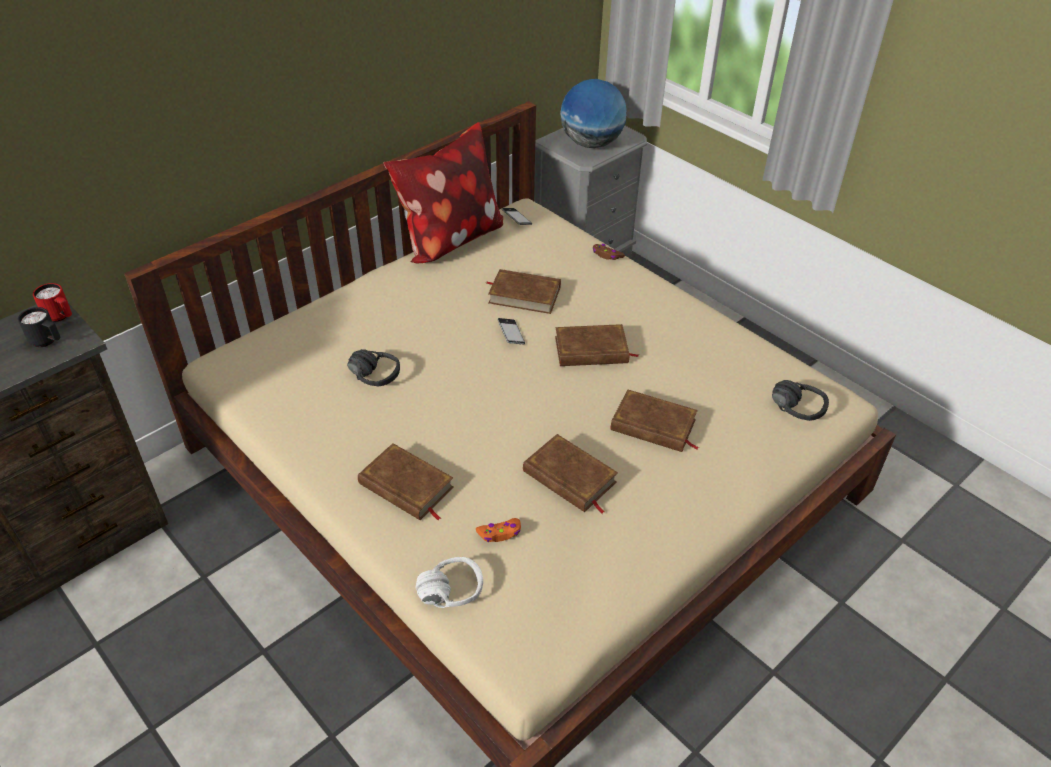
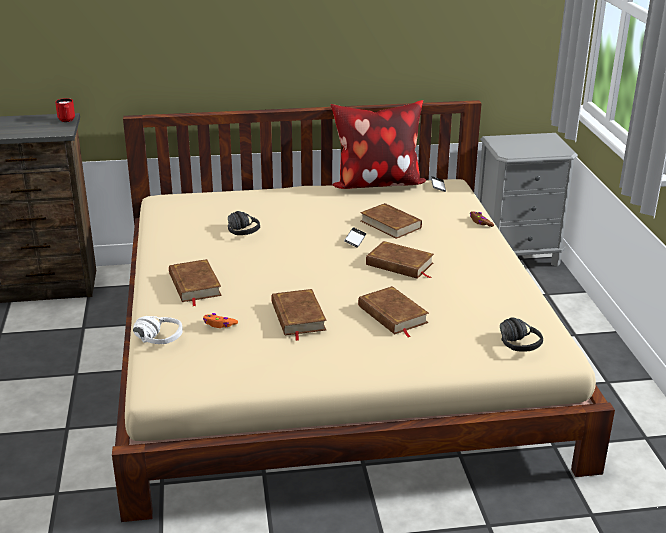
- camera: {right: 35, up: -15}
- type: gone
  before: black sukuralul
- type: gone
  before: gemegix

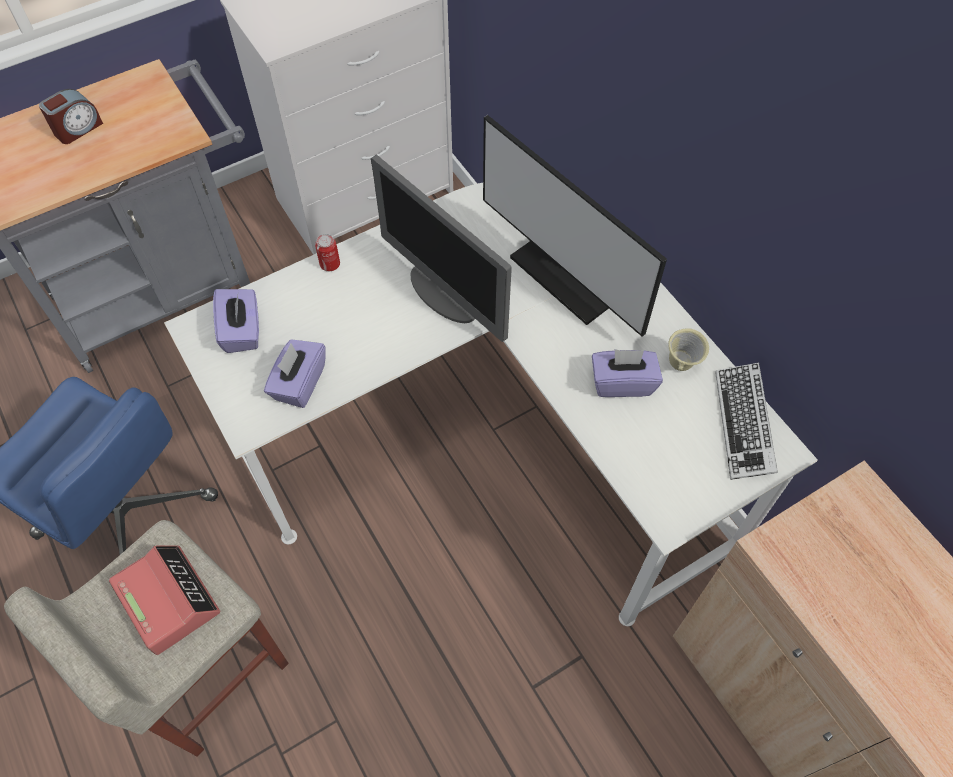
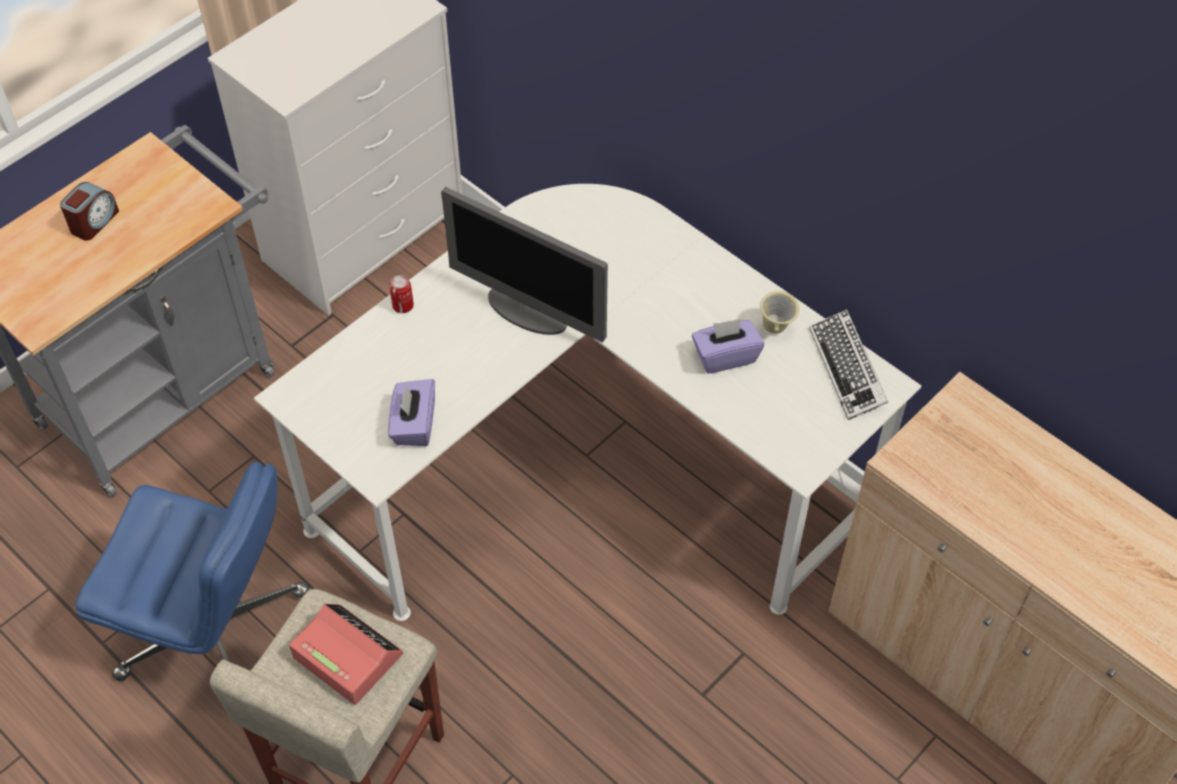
- camera: {right: -15, up: -5}
- type: gone
  before: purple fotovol (no. 1 from left)
- type: gone
  before: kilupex (no. 2 from left)

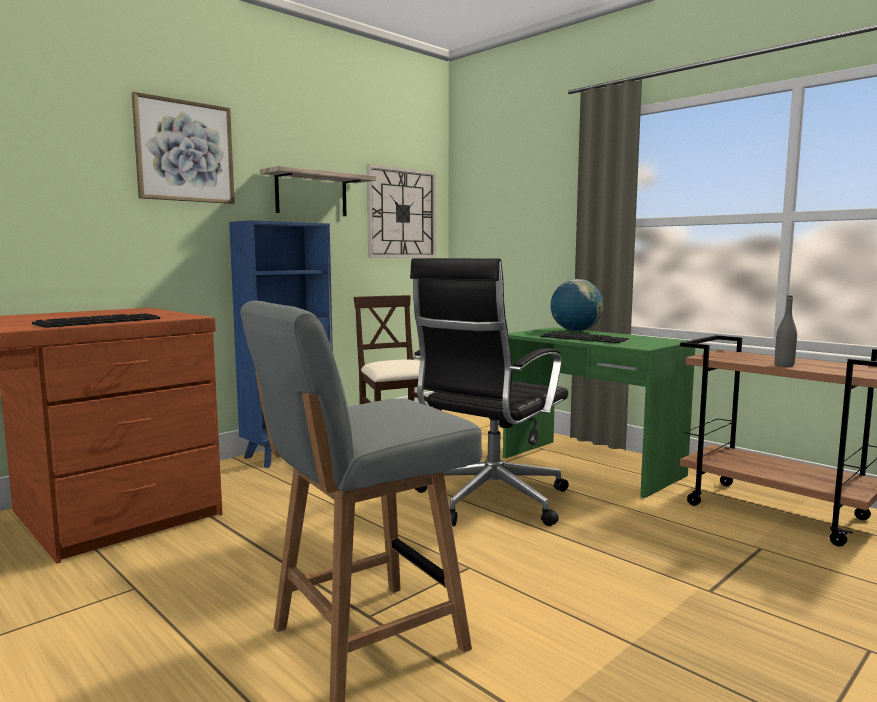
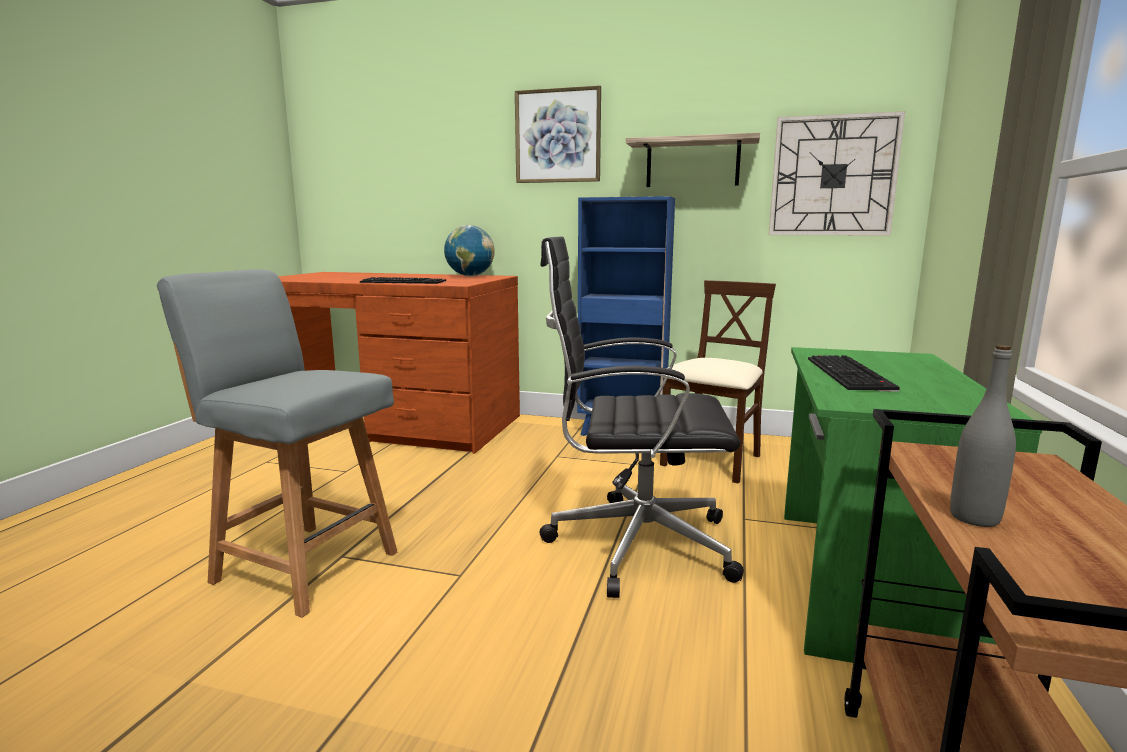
- camera: {right: 60, up: 5}
- type: shifted
  before: gemegix

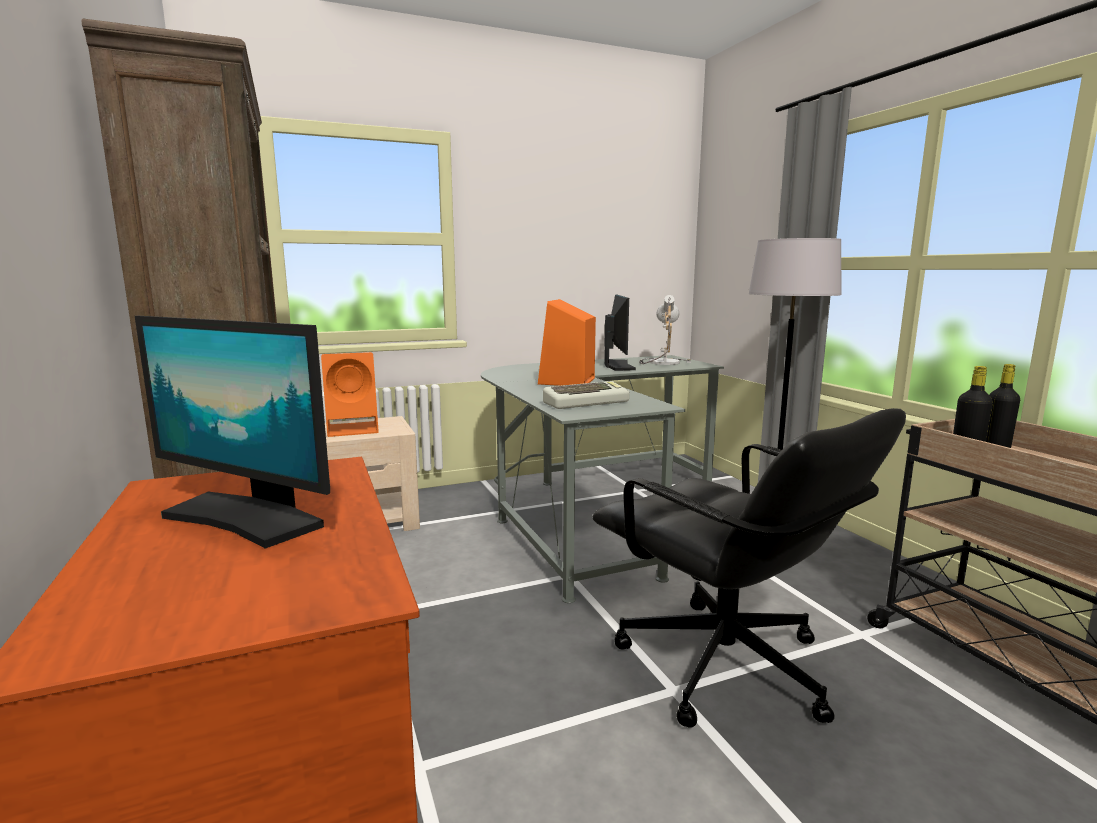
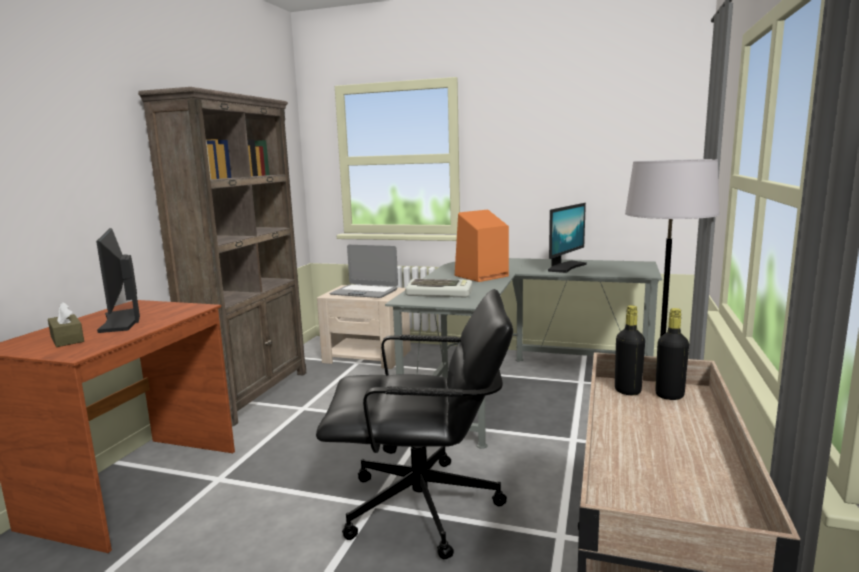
- camera: {right: 40, up: 0}
- type: swapped
  before: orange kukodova (no. 1 from left)
  after: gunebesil
- type: rotated
  before: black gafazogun
  turn: -90
- type: gone
  before: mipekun
- type: new
  after: brown fotovol

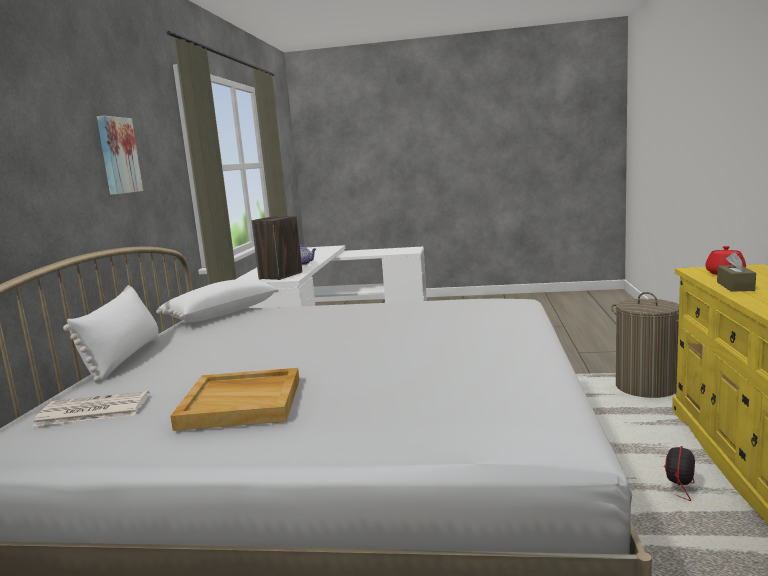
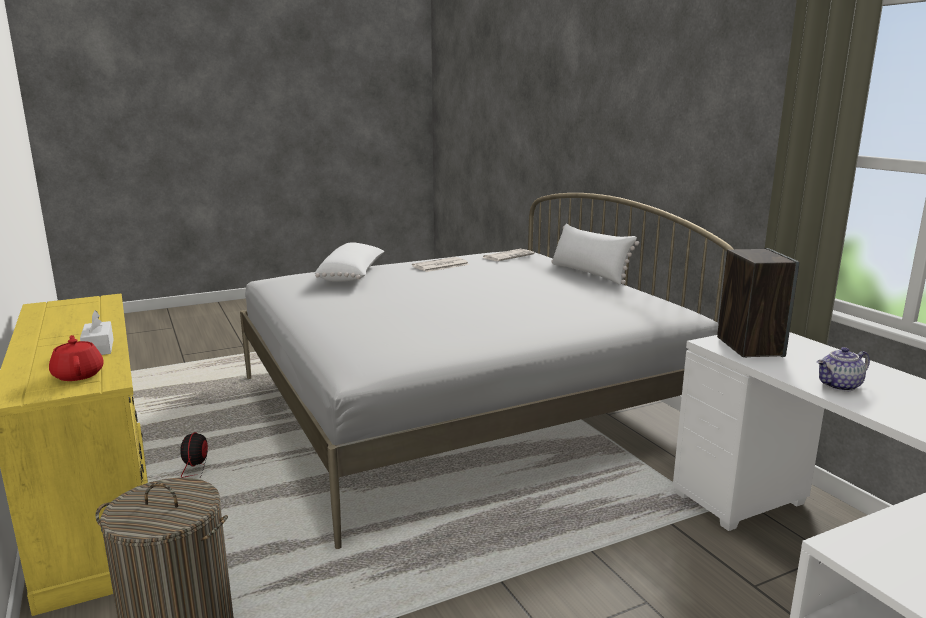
- camera: {right: 145, up: 5}
- type: gone
  before: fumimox
- type: shifted
  before: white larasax (no. 2 from left in the first image)
  after: white larasax (no. 1 from left)
- type: swapped
  before: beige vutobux
  after: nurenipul (no. 1 from left)
- type: repainted
  before: brown fotovol
  after: white fotovol

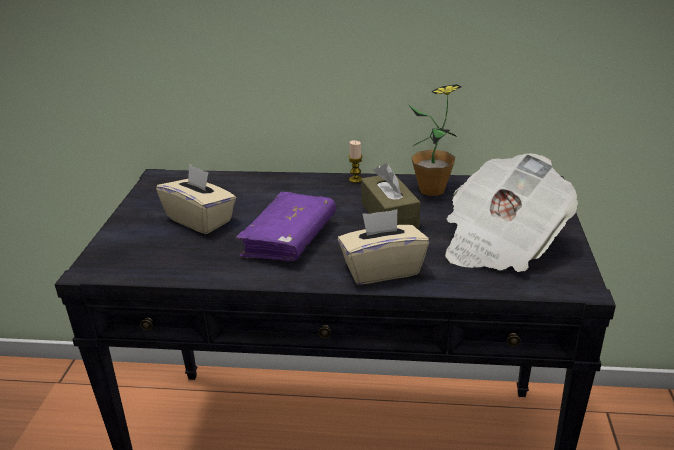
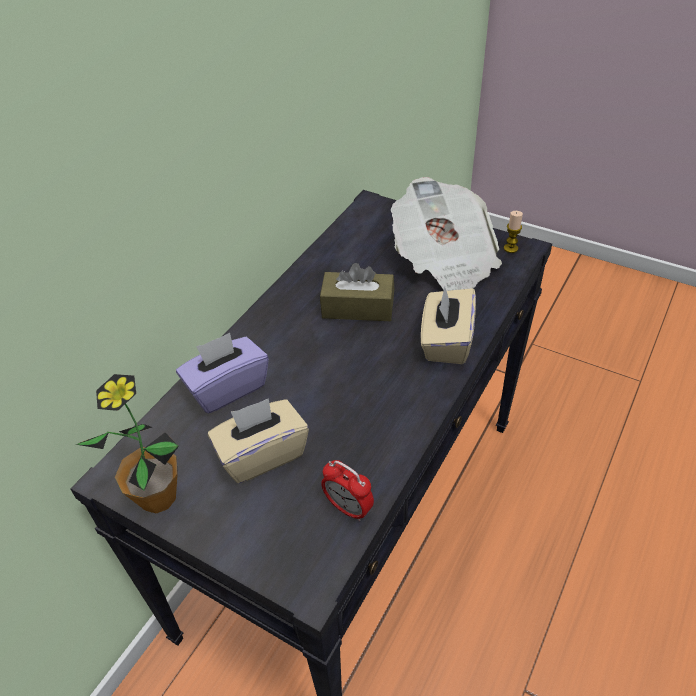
- camera: {right: -65, up: 15}
- type: gone
  before: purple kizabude
- type: shifted
  before: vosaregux
- type: shifted
  before: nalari
- type: new
  after: purple fotovol
- type: new
  after: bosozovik

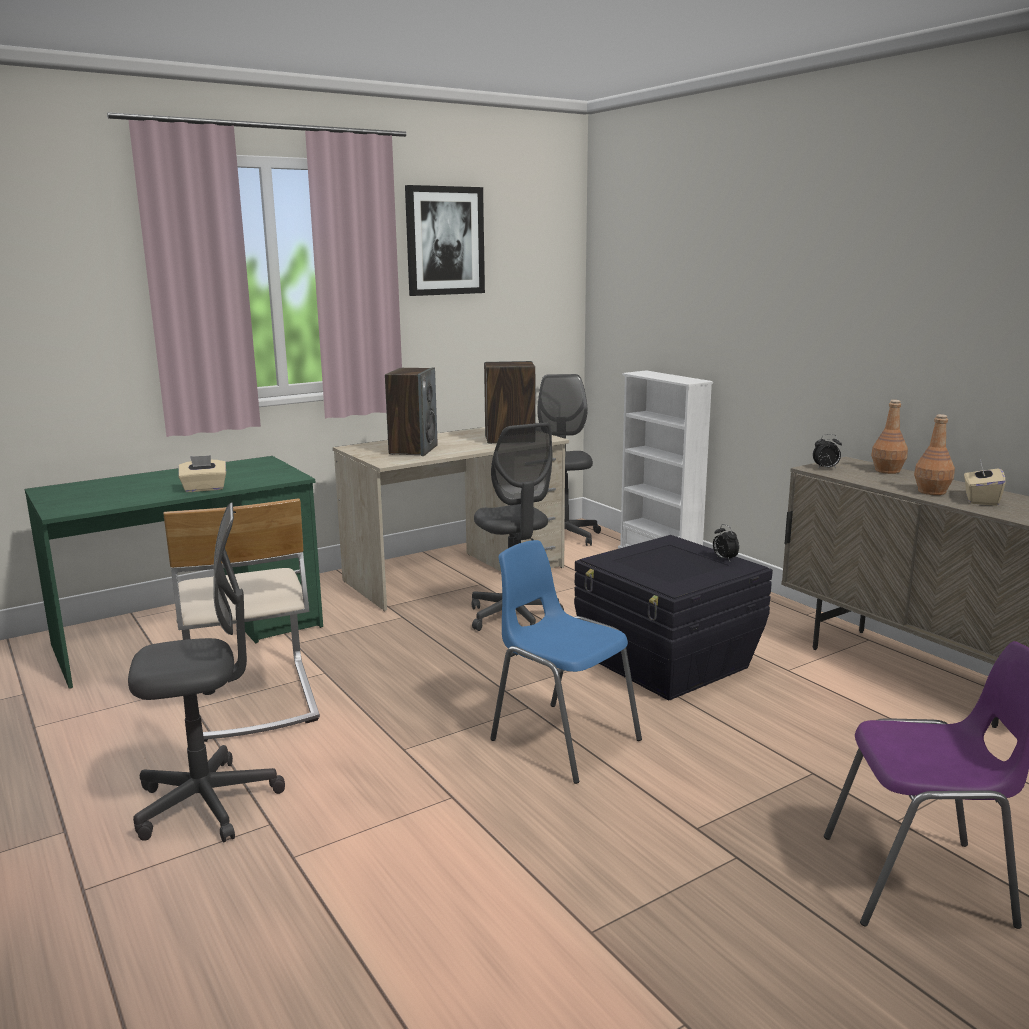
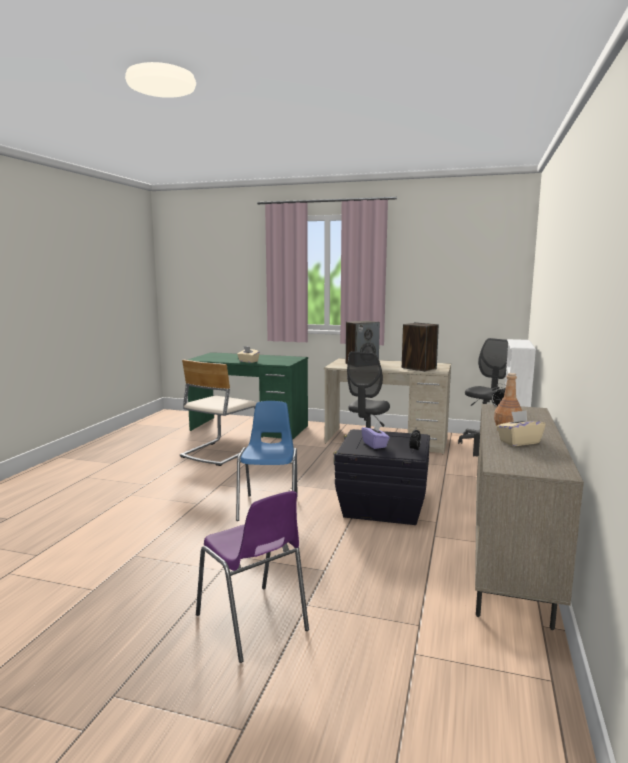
- camera: {right: 50, up: -5}
- type: gone
  before: grey gafazogun (no. 1 from left)
- type: gone
  before: fumimox
- type: gone
  before: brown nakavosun (no. 1 from left)
- type: new
  after: purple fotovol

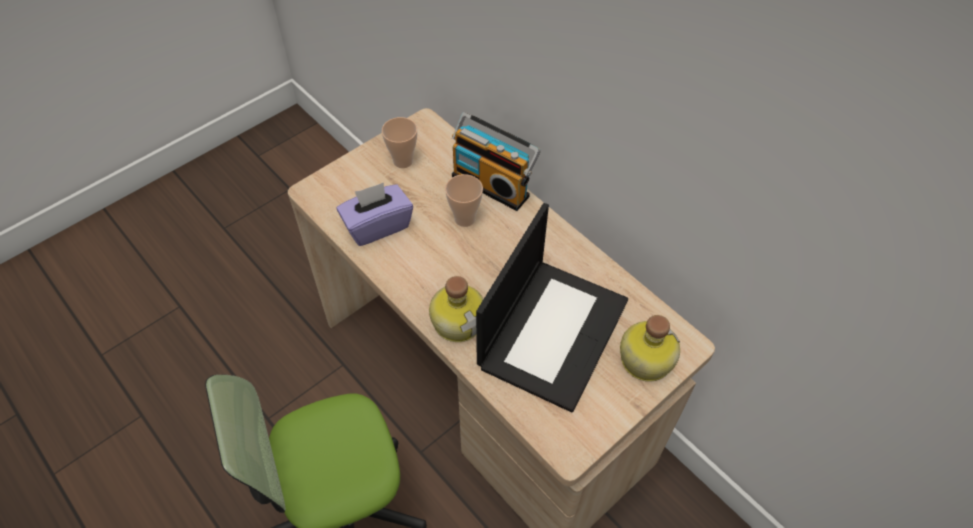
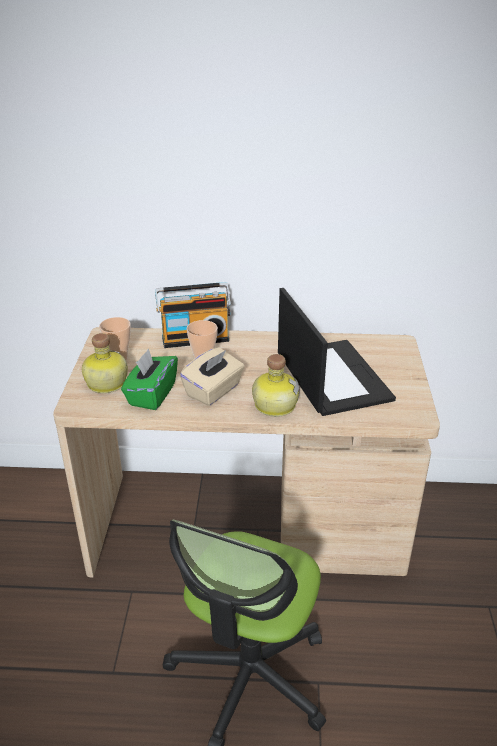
- camera: {right: -45, up: -20}
- type: repainted
  before: purple fotovol
  after: green fotovol
- type: shifted
  before: nakavosun (no. 2 from left in the first image)
  after: nakavosun (no. 1 from left)
- type: new
  after: beige fotovol

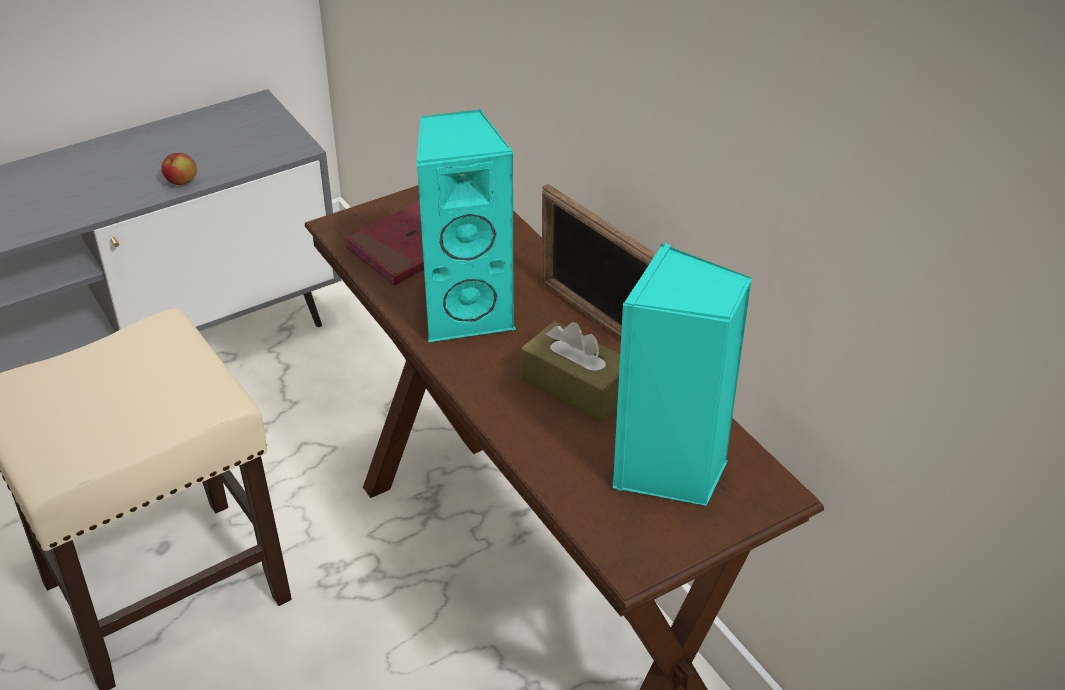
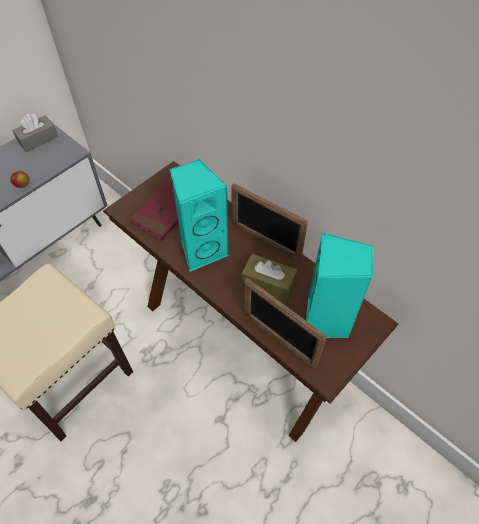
- camera: {right: -15, up: 15}
- type: new
  after: grey fotovol
- type: new
  after: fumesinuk (no. 2 from left)

